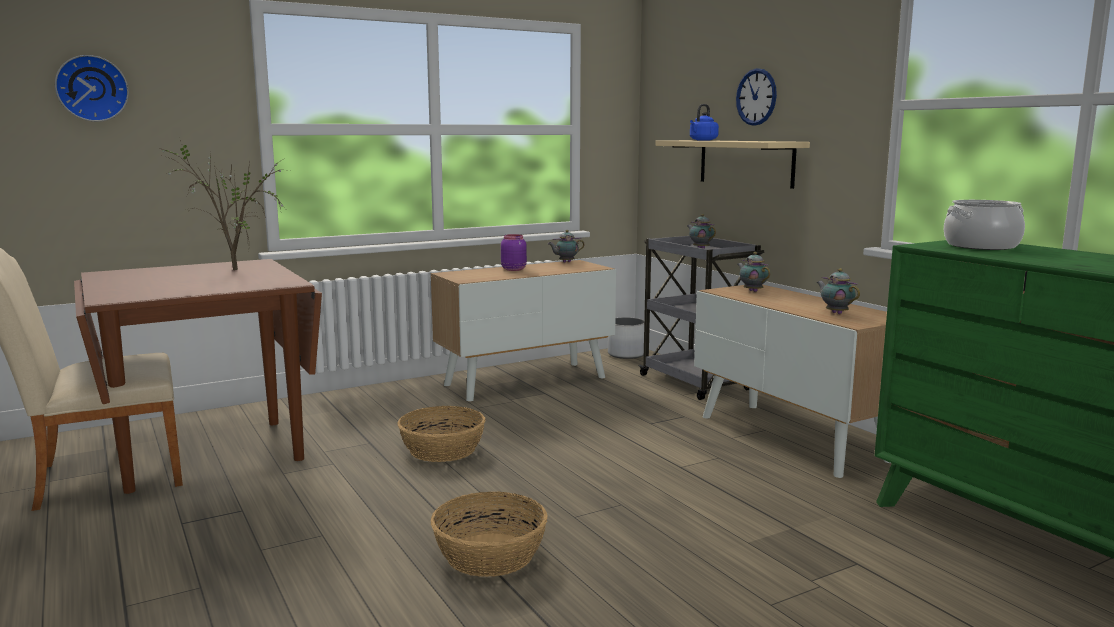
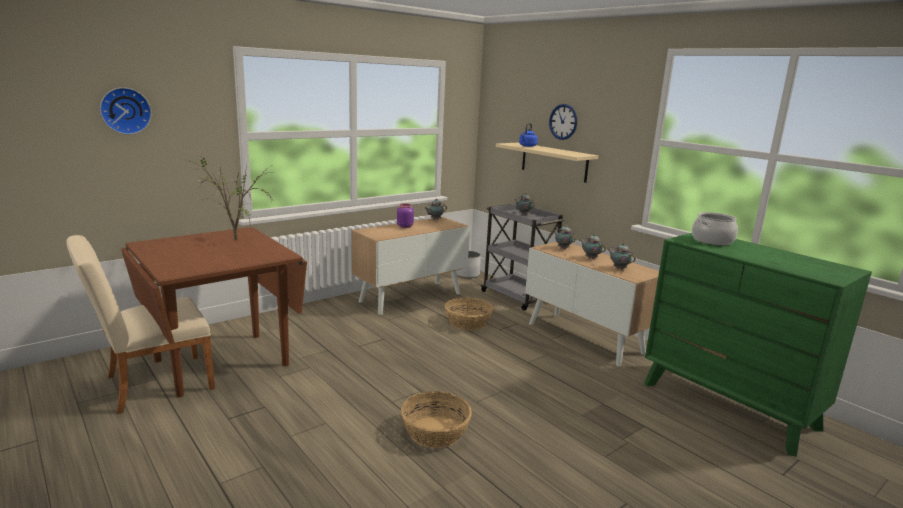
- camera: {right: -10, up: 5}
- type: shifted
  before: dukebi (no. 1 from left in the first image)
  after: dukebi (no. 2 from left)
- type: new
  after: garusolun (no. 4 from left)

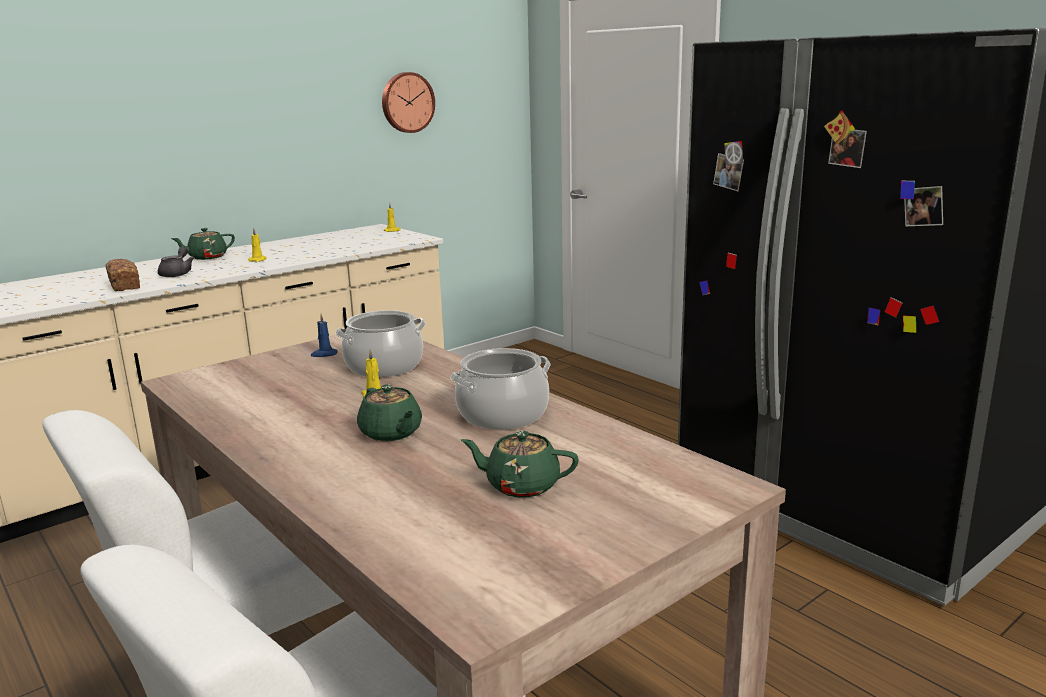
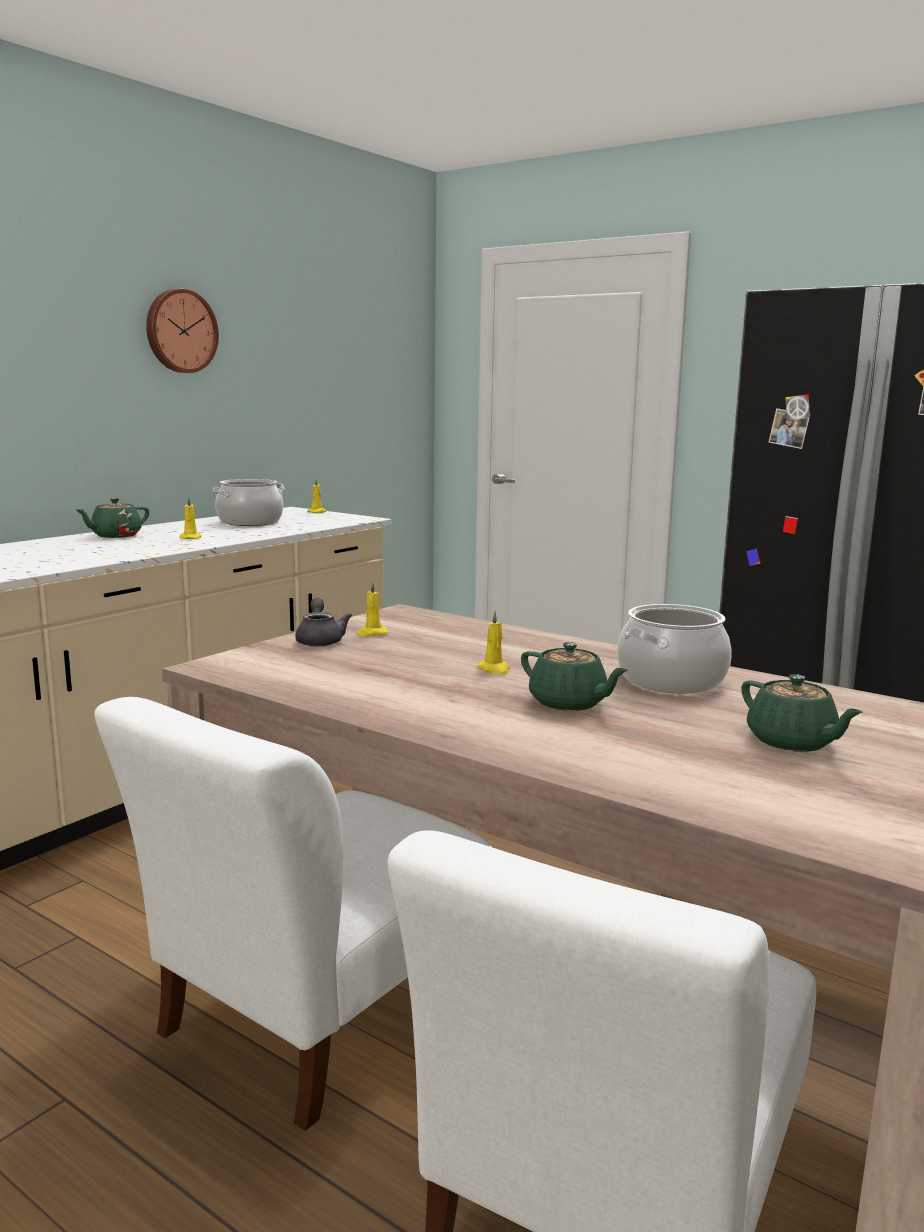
- camera: {right: -15, up: -5}
- type: gone
  before: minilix
- type: shifted
  before: grey garusolun
- type: repainted
  before: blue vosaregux
  after: yellow vosaregux (no. 3 from left)
- type: shifted
  before: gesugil (no. 1 from left)
- type: shifted
  before: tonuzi
- type: rotated
  before: green garusolun (no. 3 from left)
  turn: -120

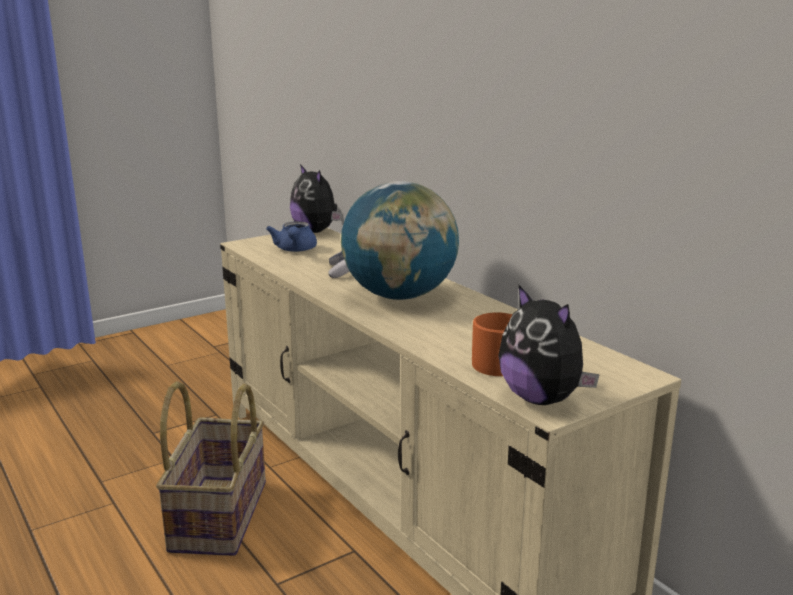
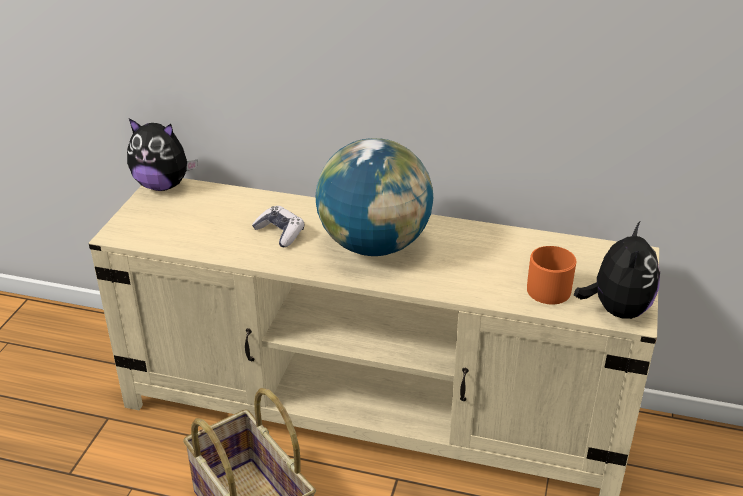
- camera: {right: -40, up: 15}
- type: gone
  before: blue garusolun
- type: rotated
  before: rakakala (no. 2 from left)
  turn: -90

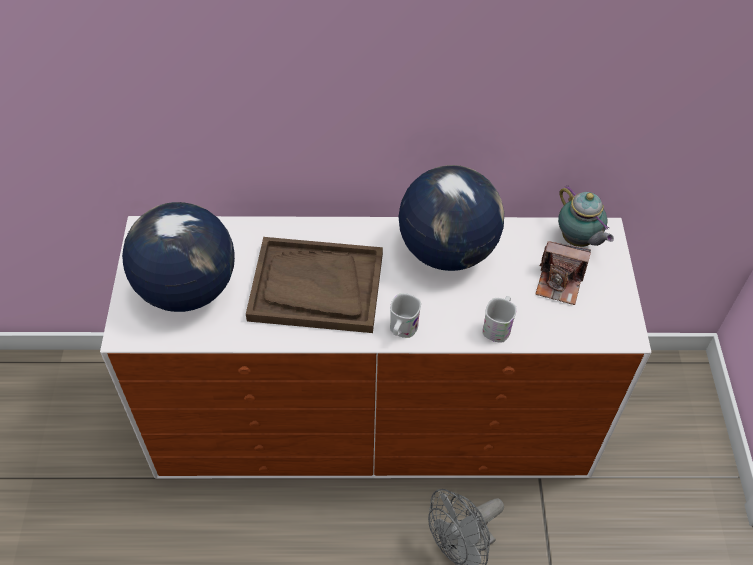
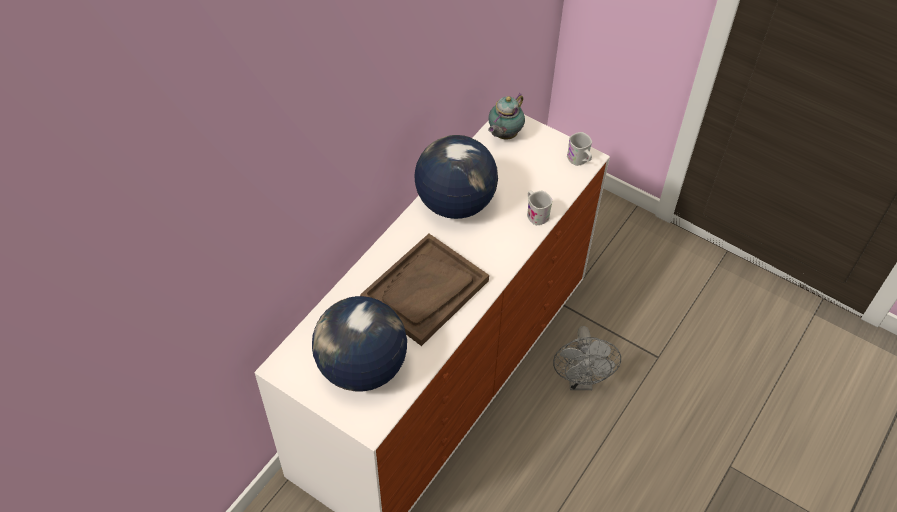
- camera: {right: -55, up: 0}
- type: shifted
  before: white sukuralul (no. 1 from left in the first image)
  after: white sukuralul (no. 2 from left)
- type: gone
  before: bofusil
- type: rotated
  before: garusolun
  turn: 120

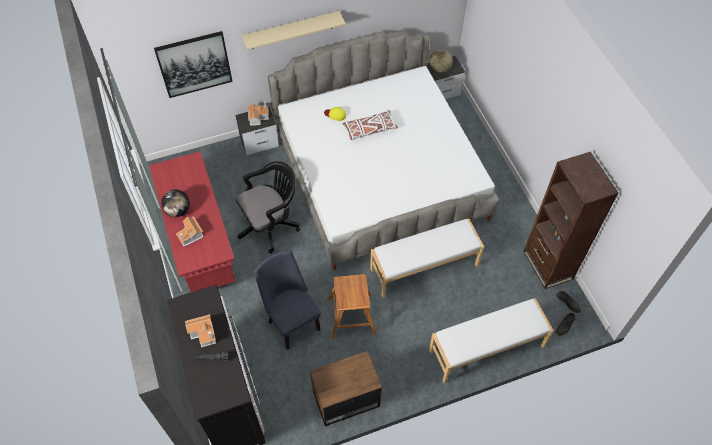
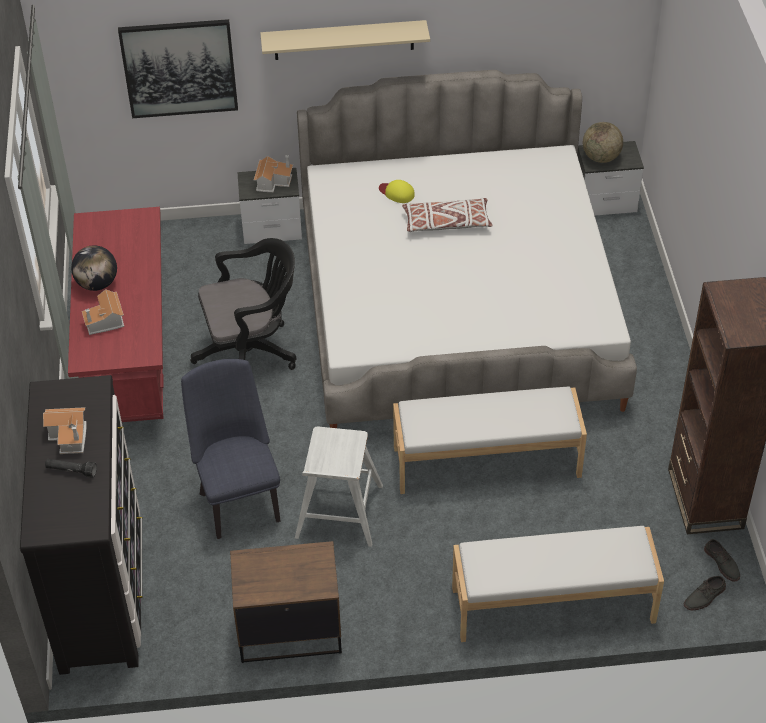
- camera: {right: 15, up: -10}
- type: repainted
  before: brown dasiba
  after: white dasiba

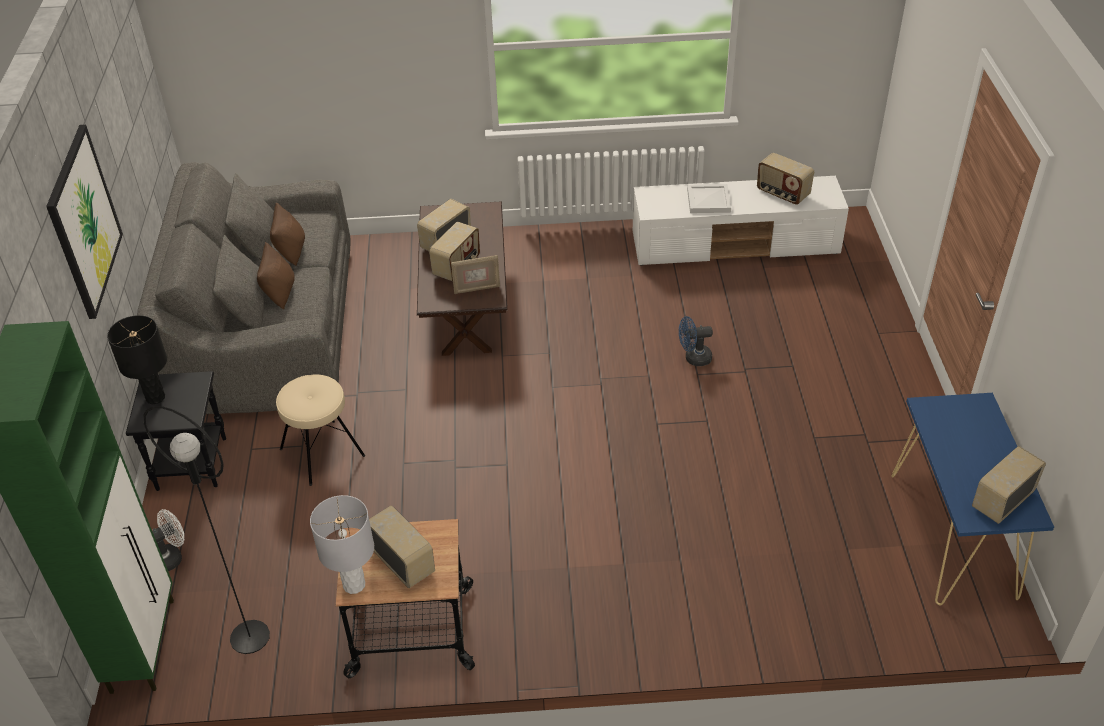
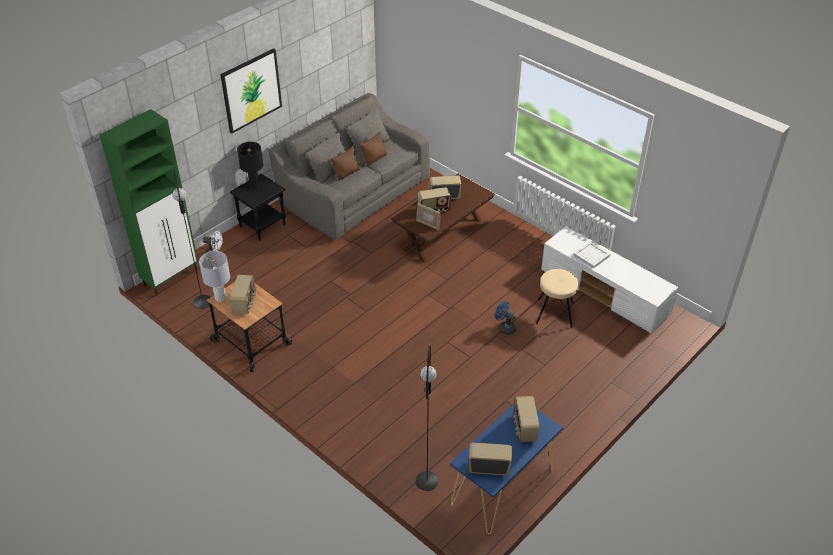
- camera: {right: 45, up: 0}
- type: shifted
  before: beige dasiba
- type: shifted
  before: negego (no. 4 from left in the first image)
  after: negego (no. 5 from left)
- type: new
  after: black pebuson (no. 2 from left)

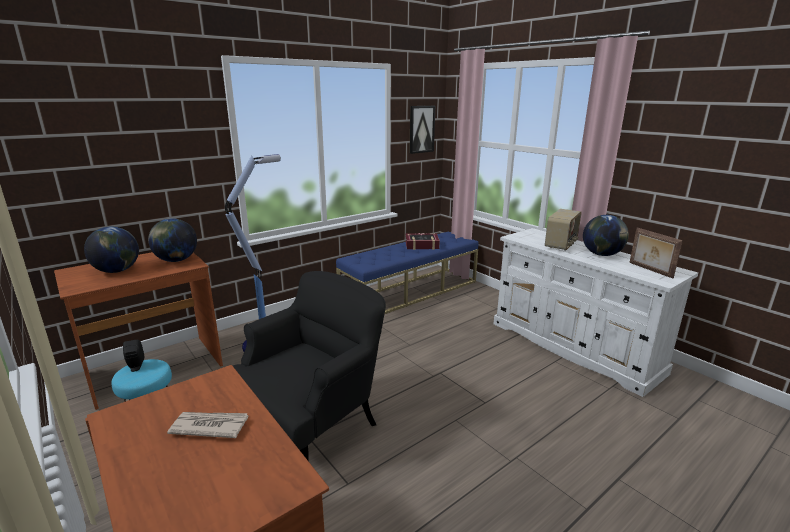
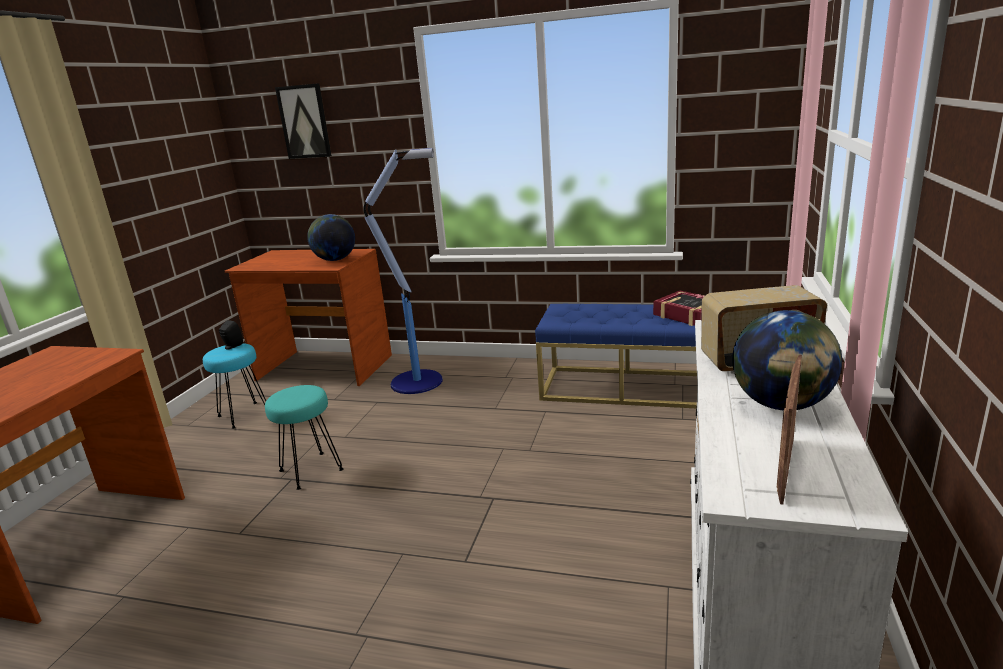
- camera: {right: 55, up: 0}
- type: gone
  before: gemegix (no. 1 from left)
- type: gone
  before: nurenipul
- type: swapped
  before: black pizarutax
  after: turquoise dasiba (no. 2 from left)
- type: shifted
  before: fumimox

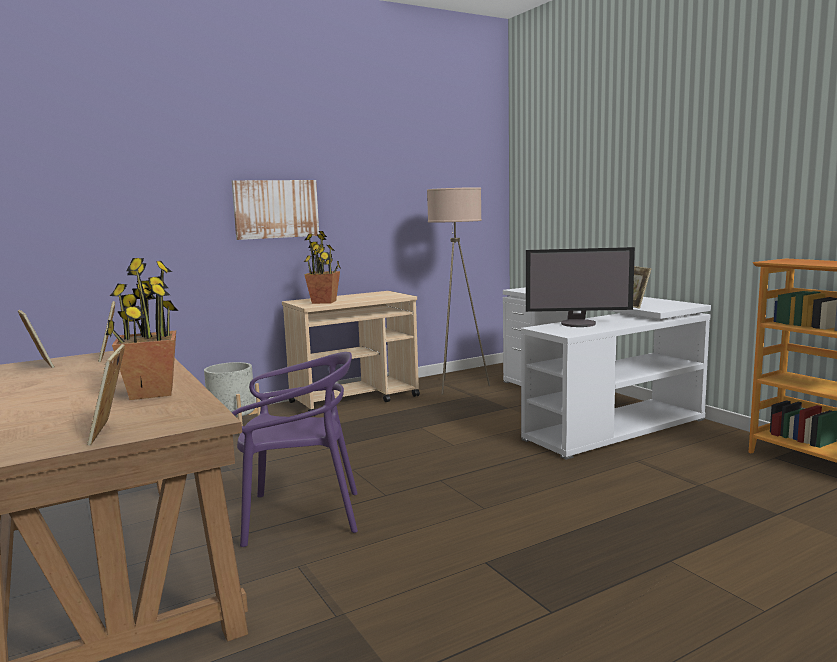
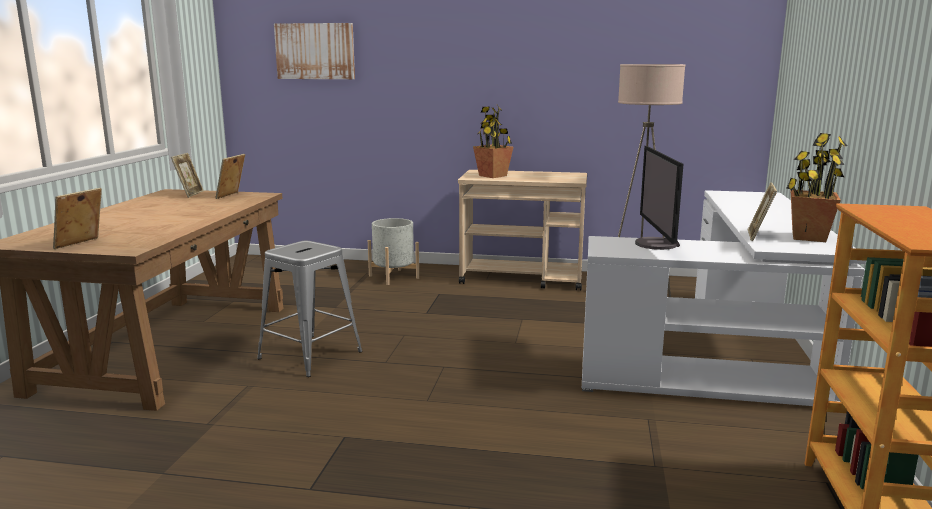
- camera: {right: 40, up: 5}
- type: shifted
  before: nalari (no. 1 from left in the first image)
  after: nalari (no. 2 from left)
- type: shifted
  before: fumimox
- type: swapped
  before: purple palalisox
  after: grey dasiba
- type: rotated
  before: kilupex
  turn: 45

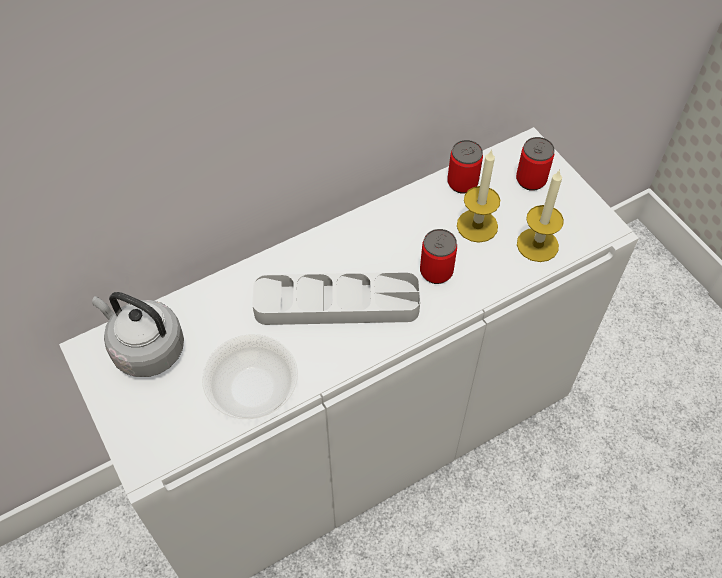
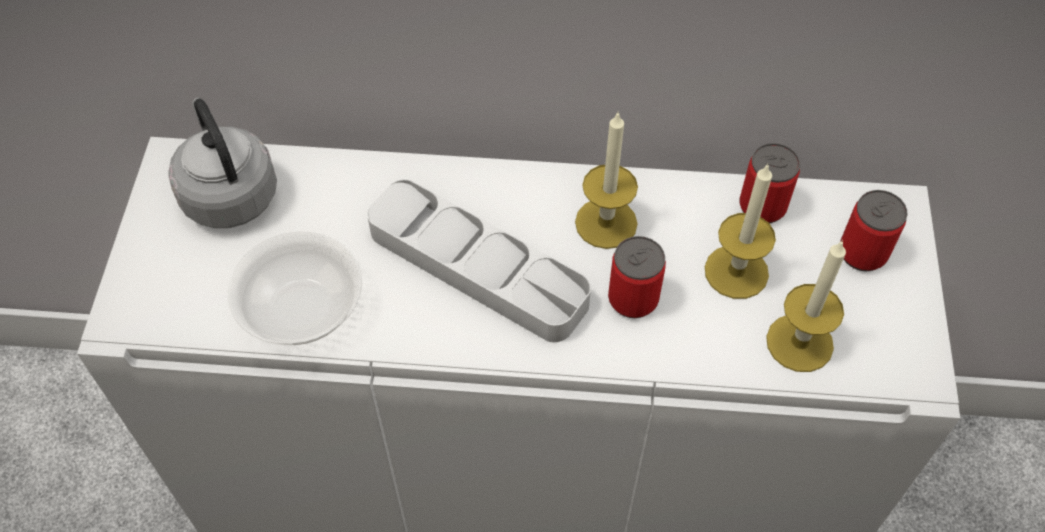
- camera: {right: 35, up: 0}
- type: new
  after: vosaregux (no. 1 from left)

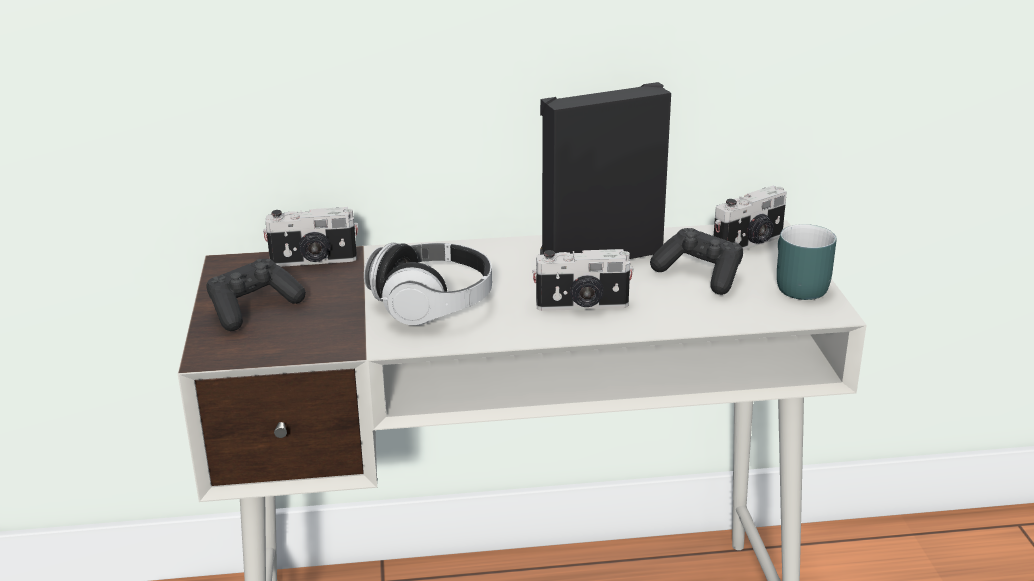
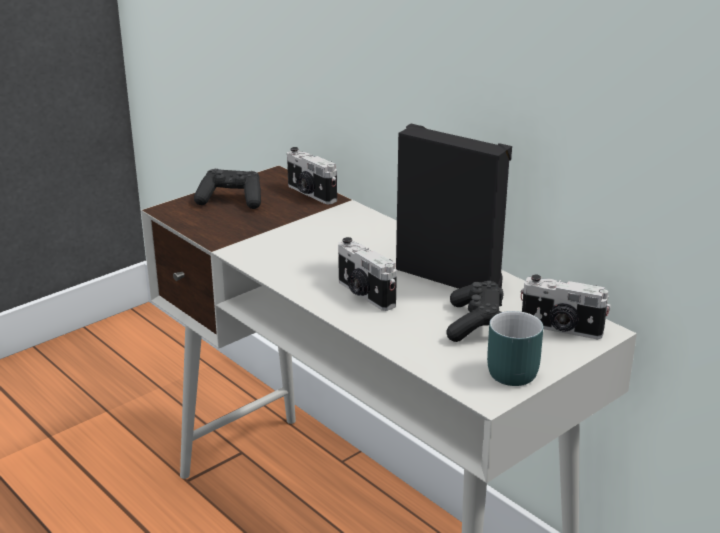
- camera: {right: 55, up: 0}
- type: gone
  before: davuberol

